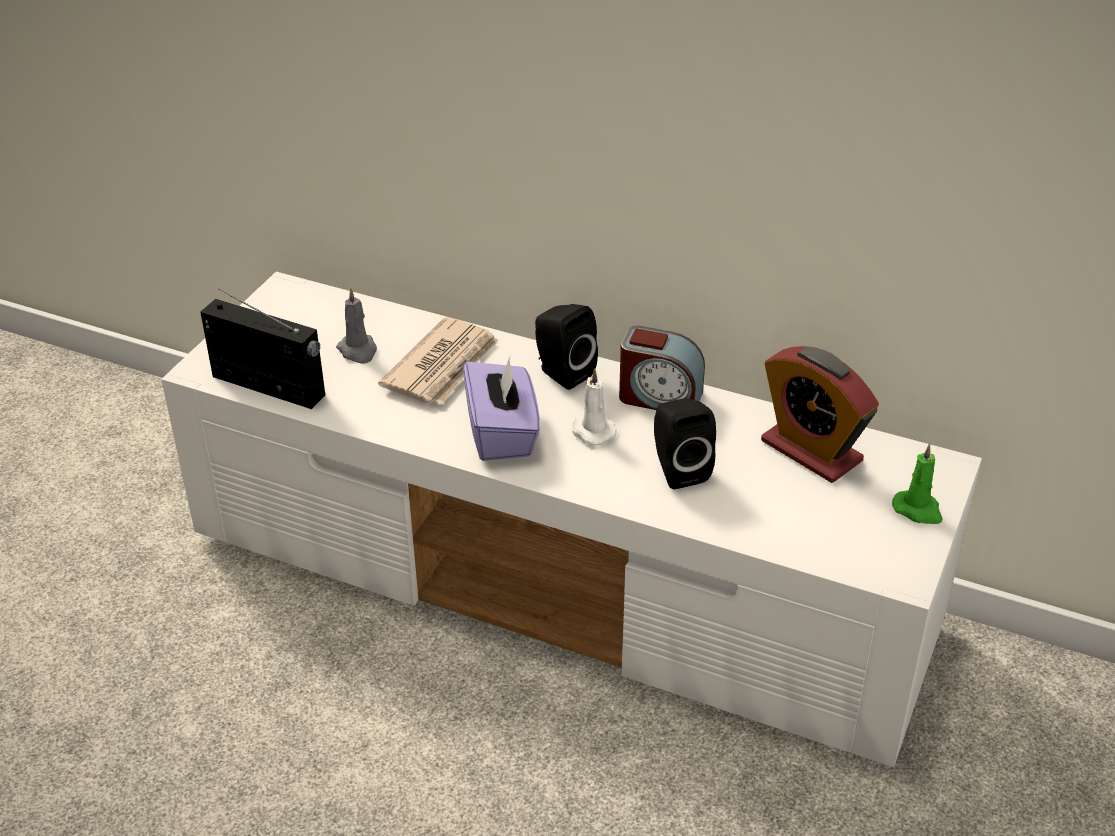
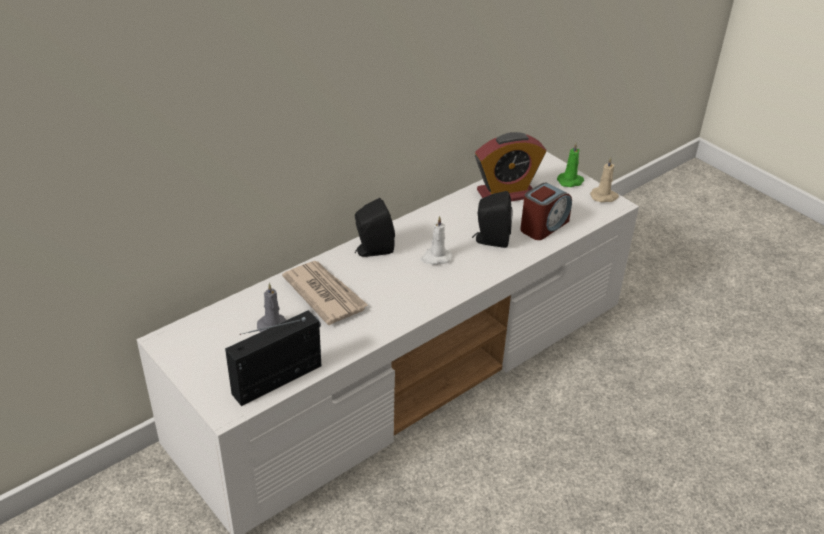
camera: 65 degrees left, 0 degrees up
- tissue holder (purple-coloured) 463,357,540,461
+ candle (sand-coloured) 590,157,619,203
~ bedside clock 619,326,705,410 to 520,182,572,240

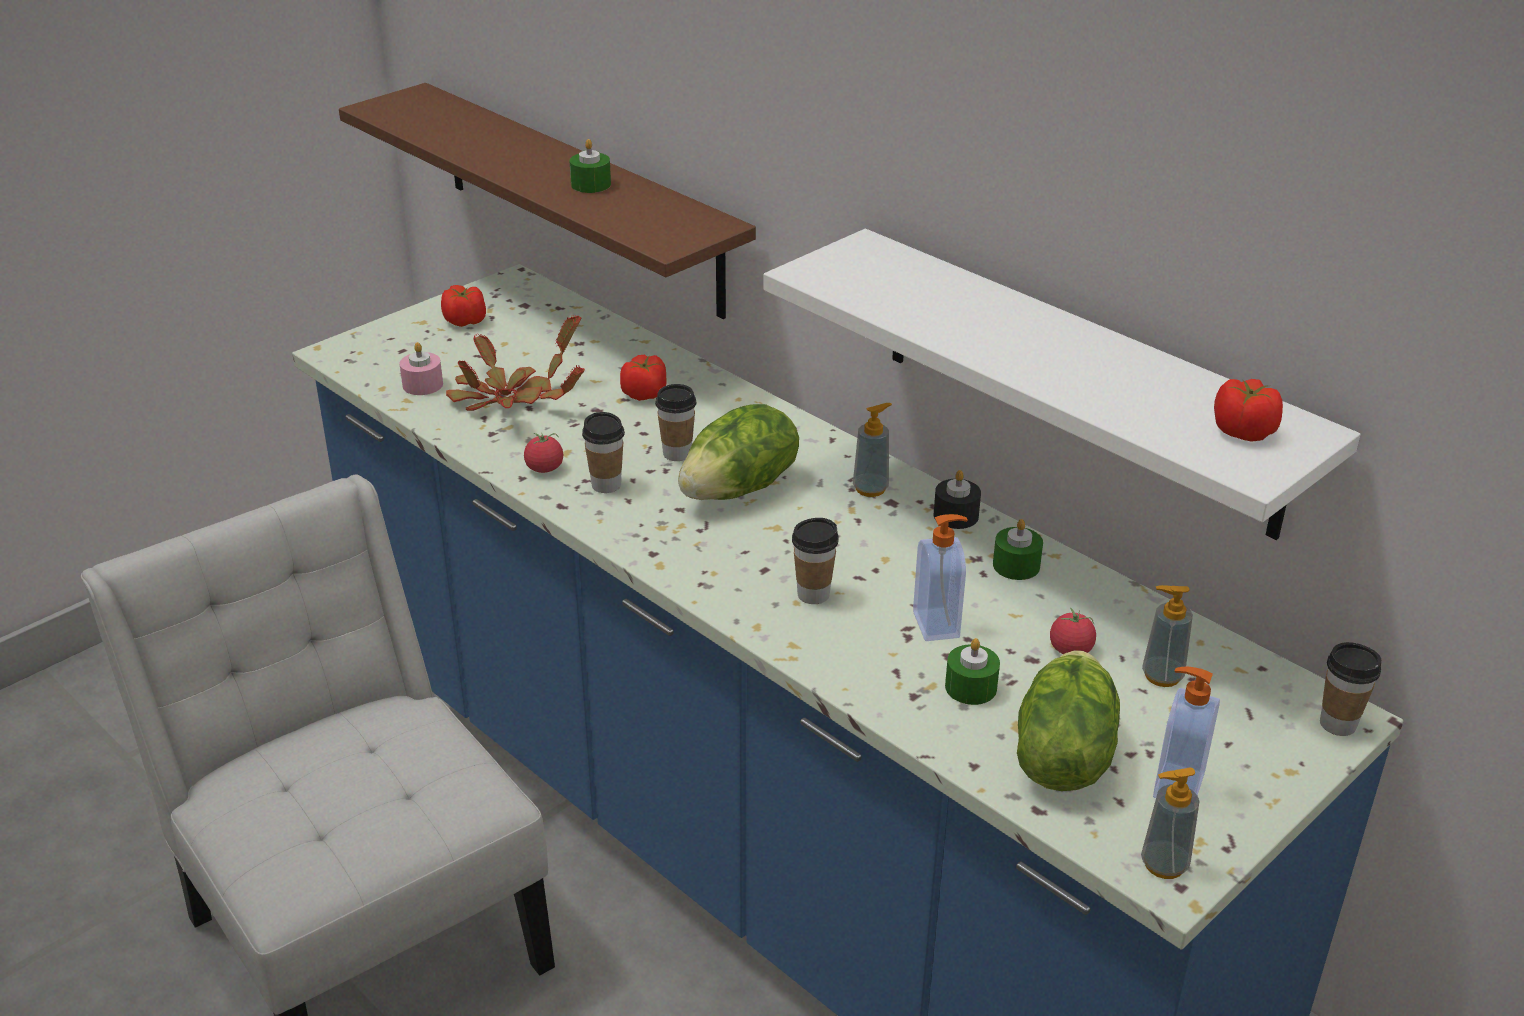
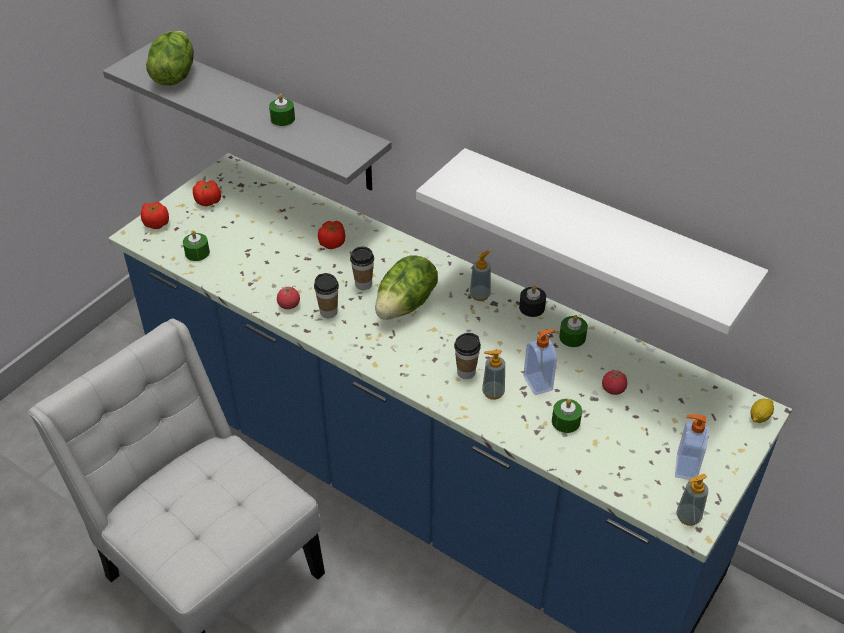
camera: 10 degrees left, 10 degrees up
- potted plant 446,315,585,411
~ lettuce 1017,650,1120,791 to 146,31,194,86
~ soap bottle 1142,585,1193,687 to 482,350,505,400
~ whole tomato 1214,379,1283,441 to 141,202,169,229
~ drinking cup 1320,642,1381,736 to whole lemon 750,399,774,423
~ shelf (brown) 339,83,756,319 to shelf (gray) 103,43,391,190
~ candle (pink-coloured) 400,342,443,395 to candle (green-coloured) 183,230,210,261

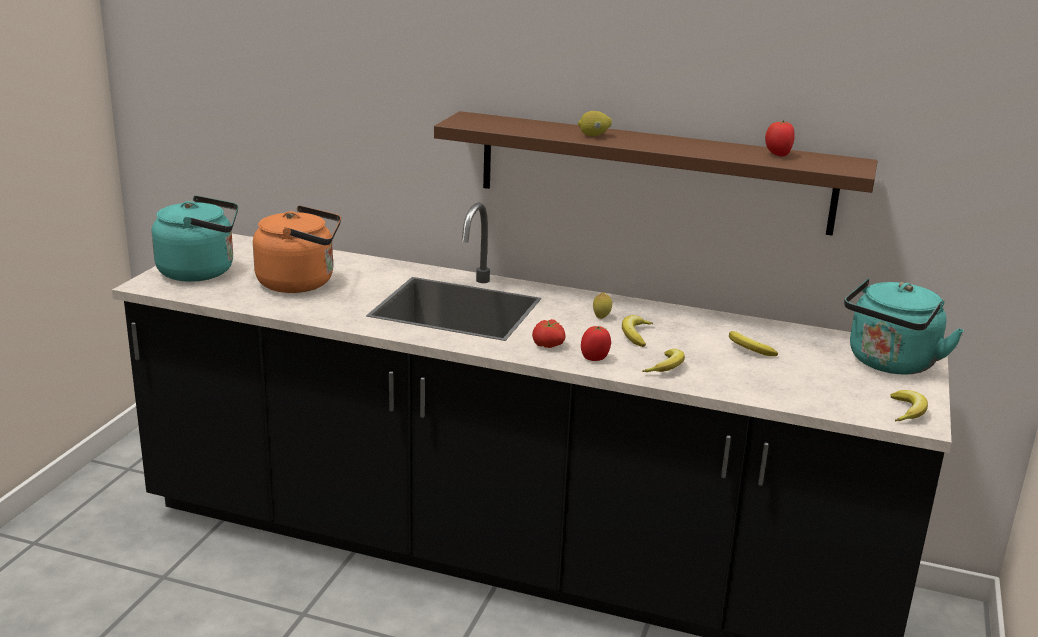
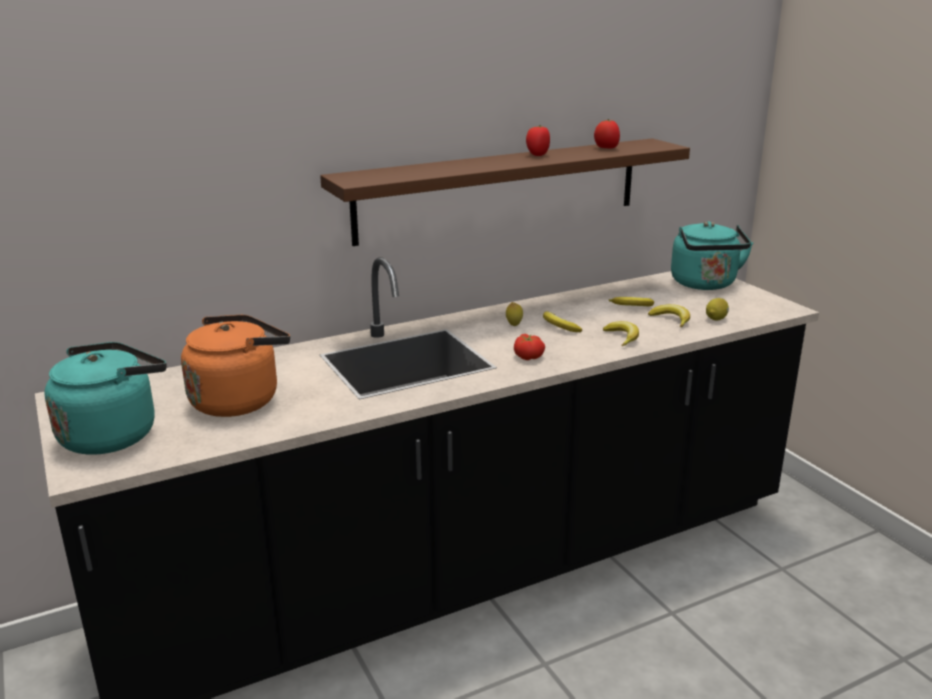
camera: 45 degrees left, 0 degrees up
~ whole lemon 578,111,612,136 to 706,298,729,320
~ whole tomato 581,326,611,361 to 526,125,550,156
~ banana 890,390,928,421 to 648,304,690,327

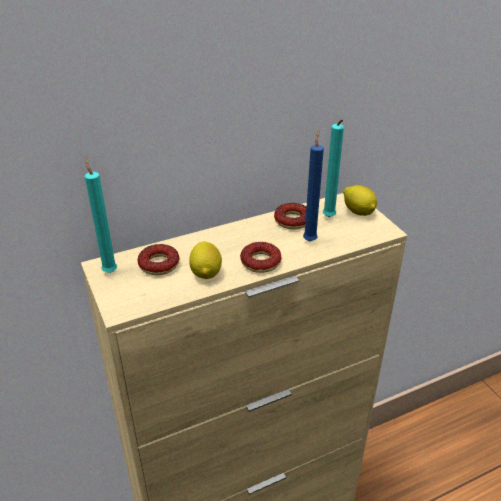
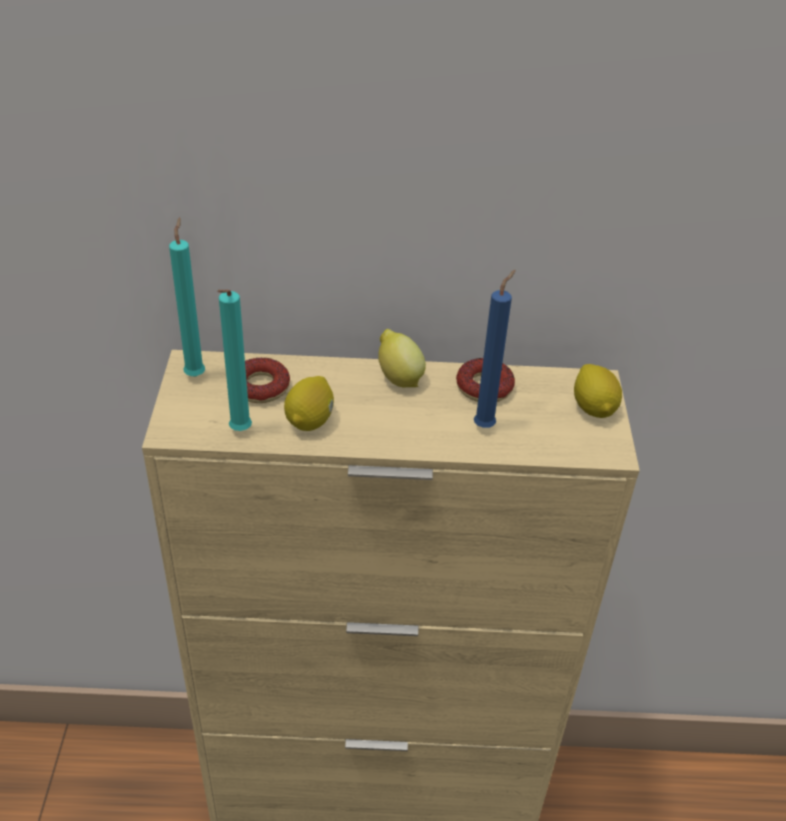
camera: 25 degrees right, 5 degrees up
- doughnut 240,242,281,273
+ whole lemon 378,329,426,388
~ candle (turquoise-coloured) 323,120,344,217 to 217,290,252,431

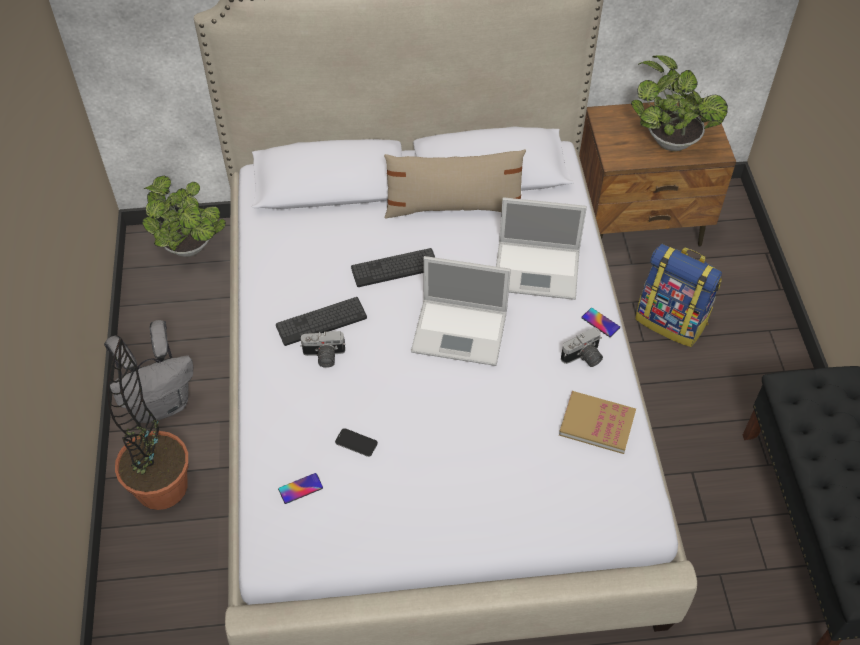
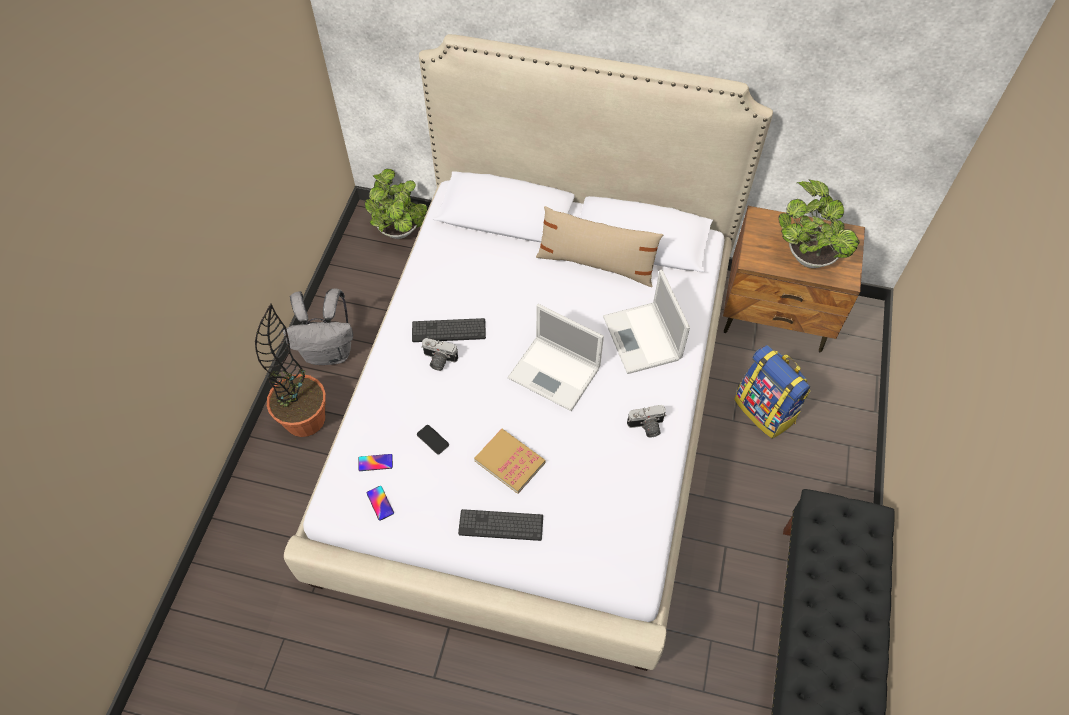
camera: 20 degrees right, 5 degrees up
~ computer keyboard 351,248,435,287 to 458,509,543,541
~ book 559,391,636,454 to 474,429,546,494
~ telephone 581,308,620,337 to 366,486,394,521
~ laptop 496,197,587,300 = 603,270,690,374 45 degrees clockwise

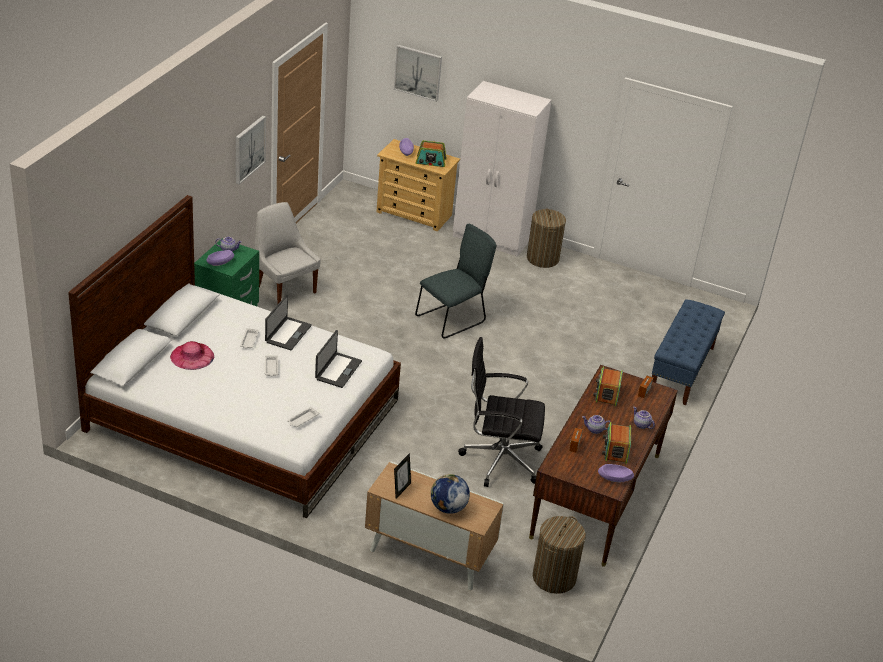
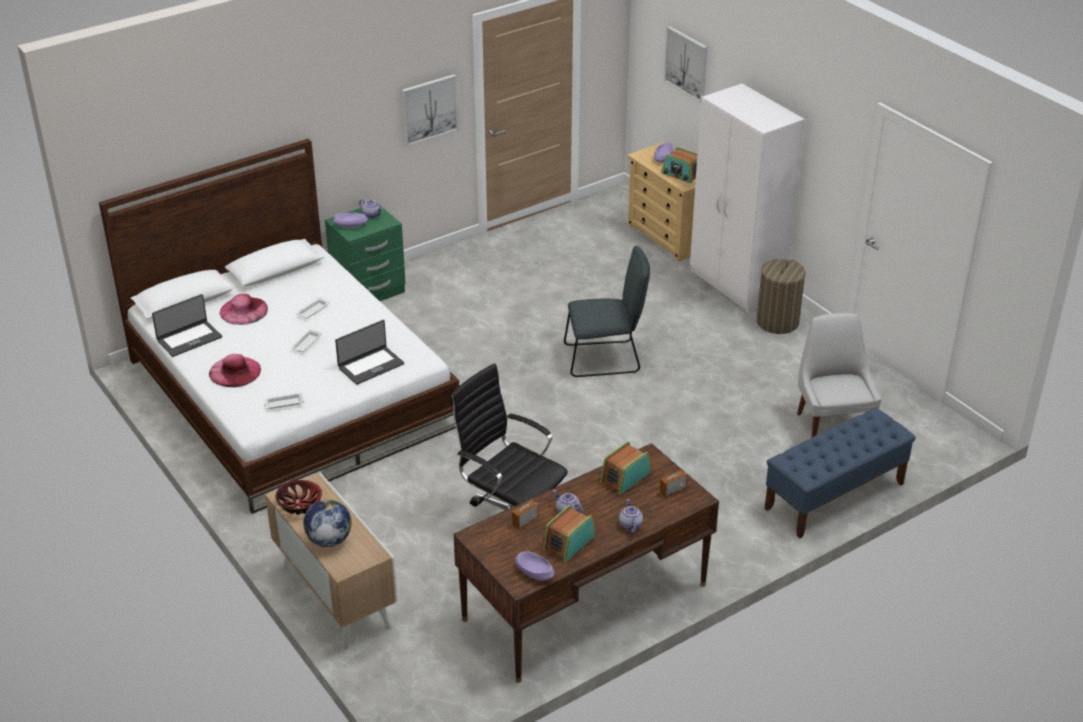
camera: 35 degrees right, 0 degrees up
- laundry basket 533,516,586,594
+ wearable hat (pink-coloured) 209,354,261,387
~ chair (white-coloured) 255,202,321,304 to 797,313,882,438
~ laptop 265,295,312,350 to 152,294,222,357
~ photo frame 394,453,411,498 to bowl 276,480,322,515

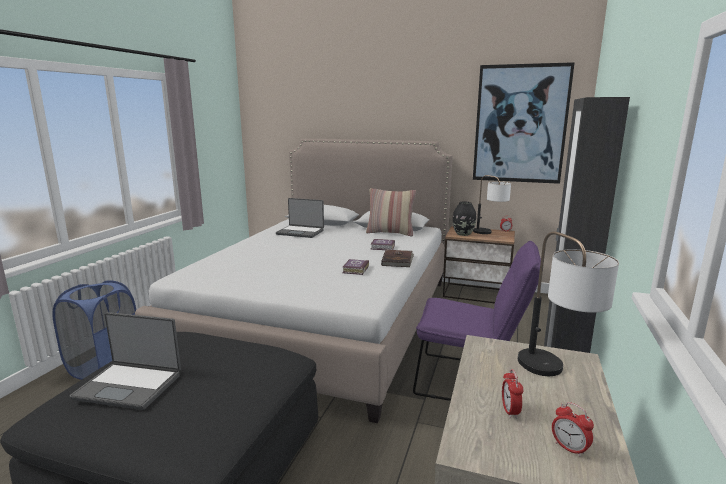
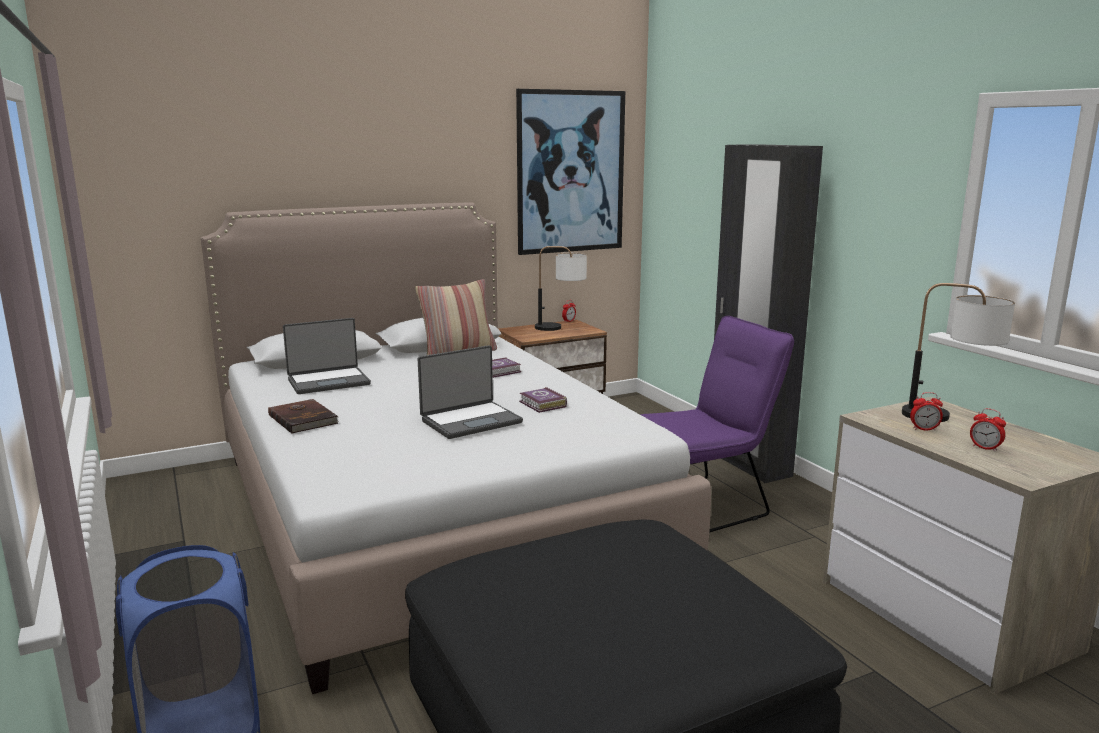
camera: 45 degrees left, 0 degrees up
- vase (black) 453,201,476,236
~ laptop 69,312,181,410 to 418,345,523,439
~ book (brown) 381,250,414,267 to 268,399,339,434
~ bedside clock 552,402,594,457 to 910,392,943,431

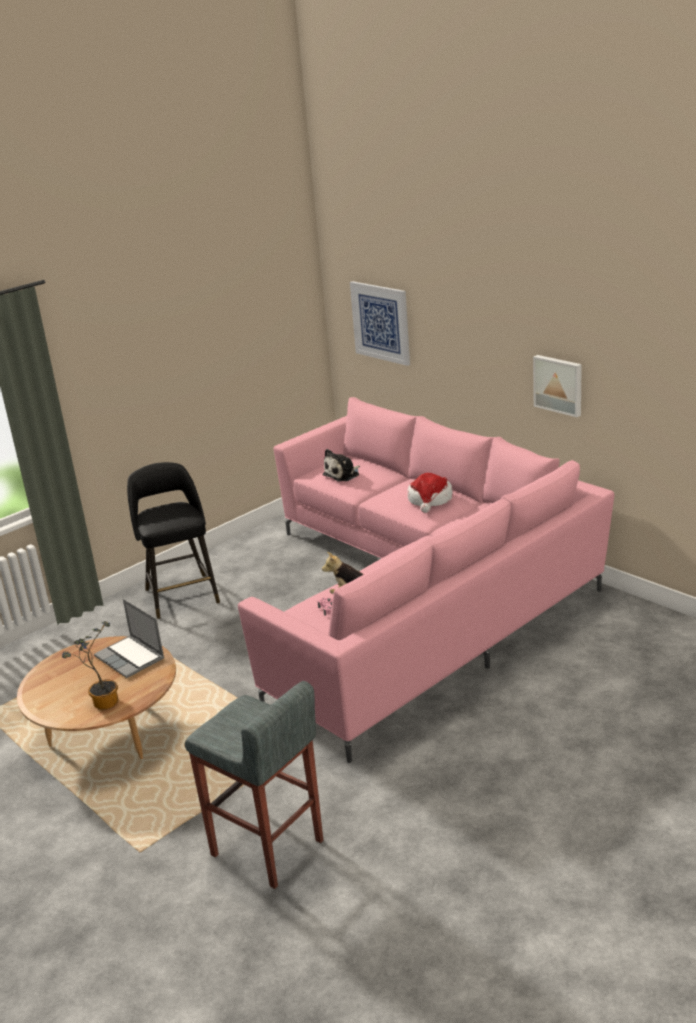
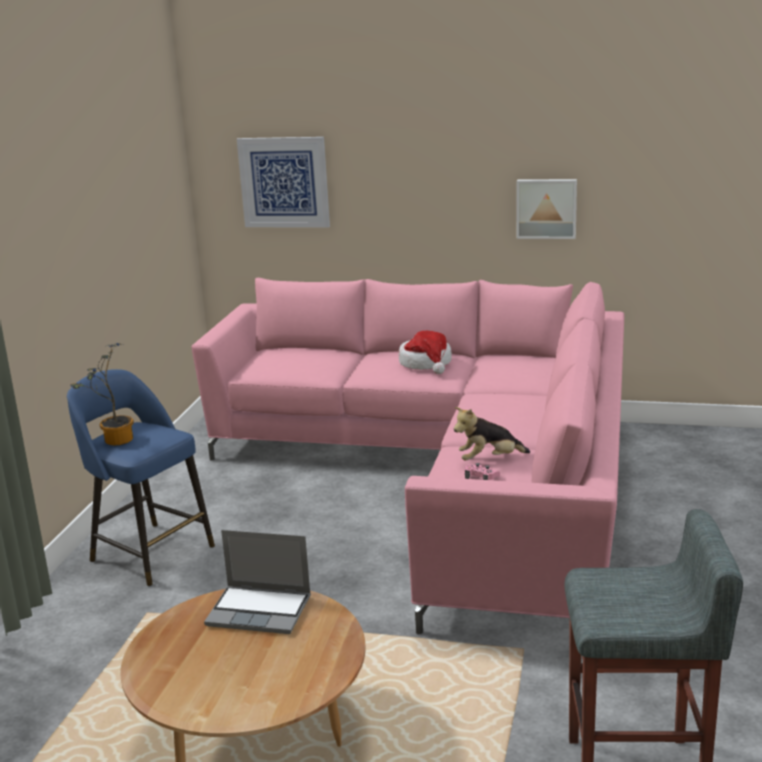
camera: 35 degrees left, 5 degrees down
- cuddly toy 323,449,360,482
~ potted plant 62,621,118,709 to 71,343,134,445
~ stool seat (black) 127,462,220,619 to stool seat (blue) 67,369,215,586

